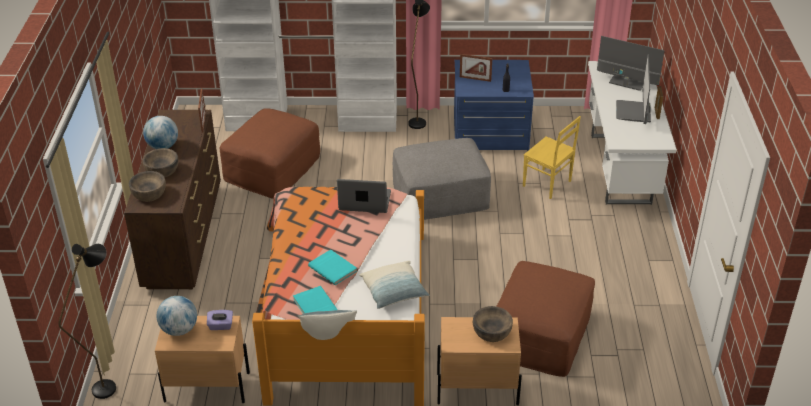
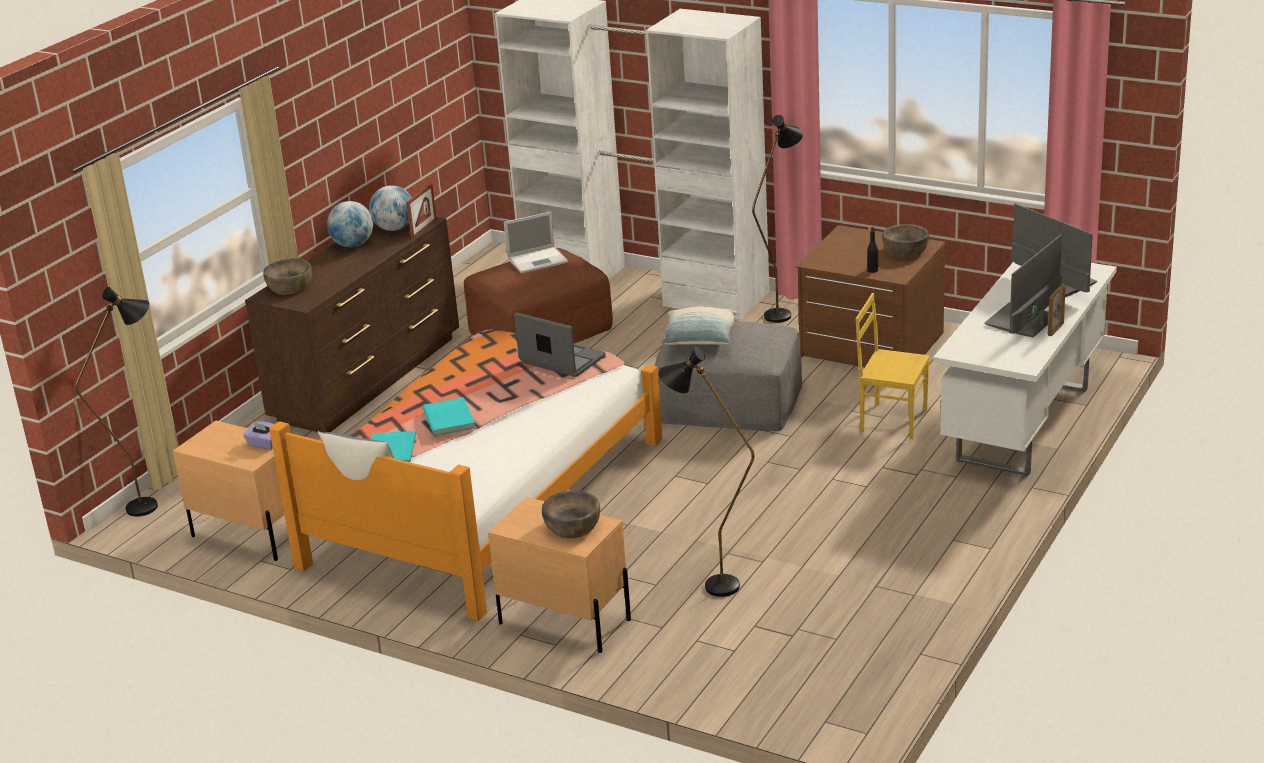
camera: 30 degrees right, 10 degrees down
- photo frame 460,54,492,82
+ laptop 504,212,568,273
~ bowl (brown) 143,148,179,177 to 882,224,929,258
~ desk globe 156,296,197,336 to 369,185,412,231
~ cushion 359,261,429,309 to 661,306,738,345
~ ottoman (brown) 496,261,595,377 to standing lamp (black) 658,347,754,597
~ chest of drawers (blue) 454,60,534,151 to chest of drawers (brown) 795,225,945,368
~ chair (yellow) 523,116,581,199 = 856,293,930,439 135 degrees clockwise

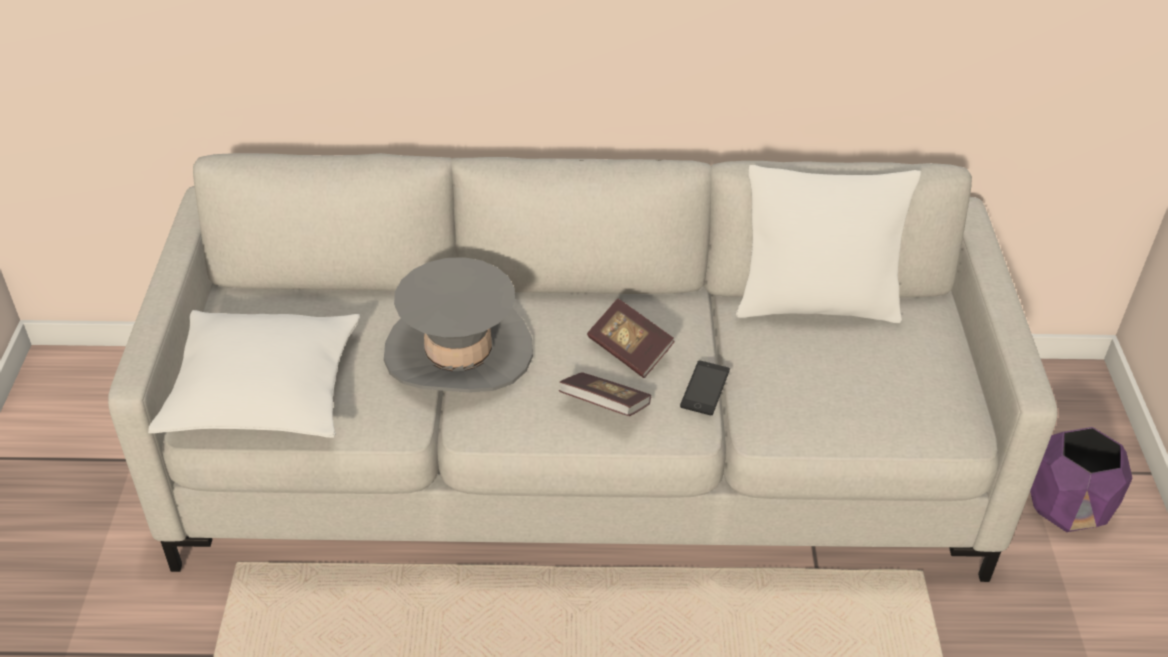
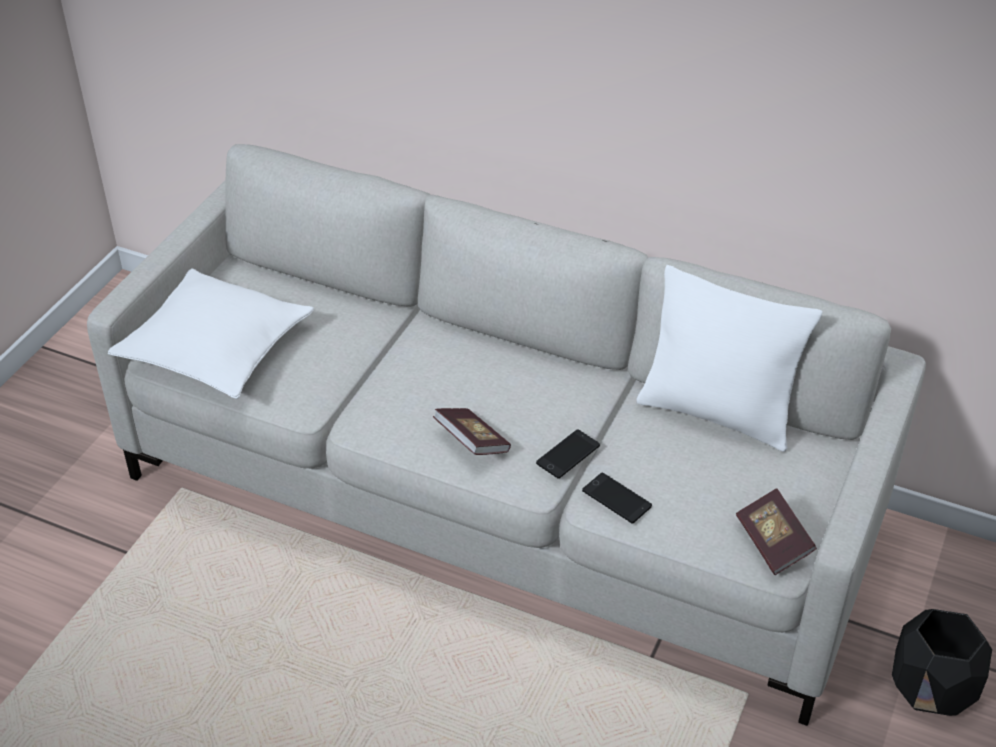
camera: 25 degrees right, 0 degrees up
- wearable hat (gray) 384,257,533,393
+ telephone 582,473,652,524
~ book 587,299,675,378 to 736,488,817,575
~ plant pot (purple-coloured) 1030,427,1133,532 to plant pot (black) 892,609,992,716

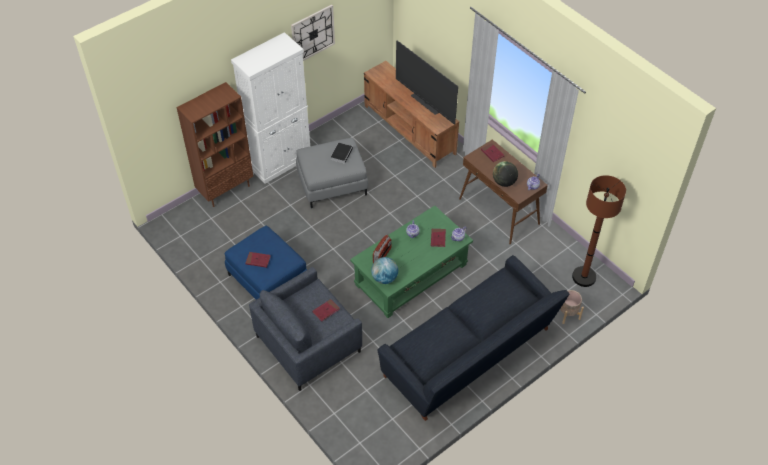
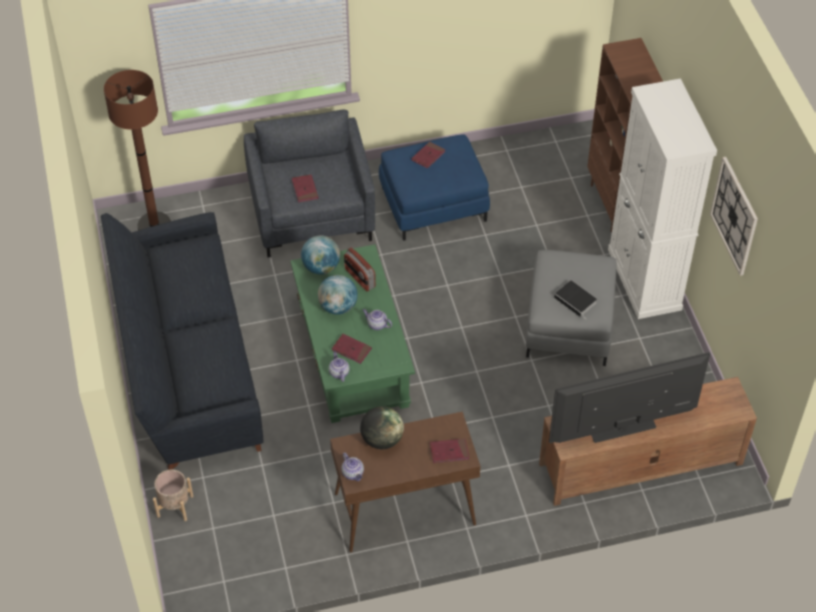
camera: 115 degrees right, 0 degrees up
+ desk globe 318,275,358,315
~ standing lamp (brown) 572,175,626,287 to 104,70,171,231

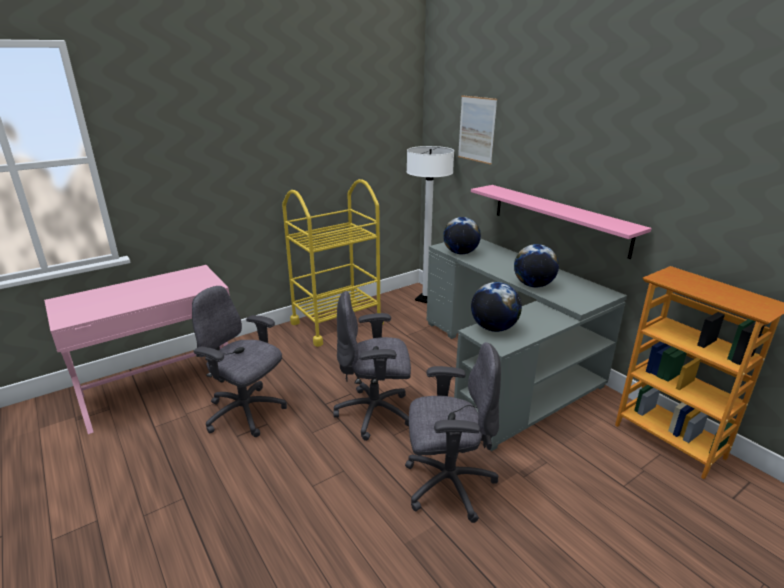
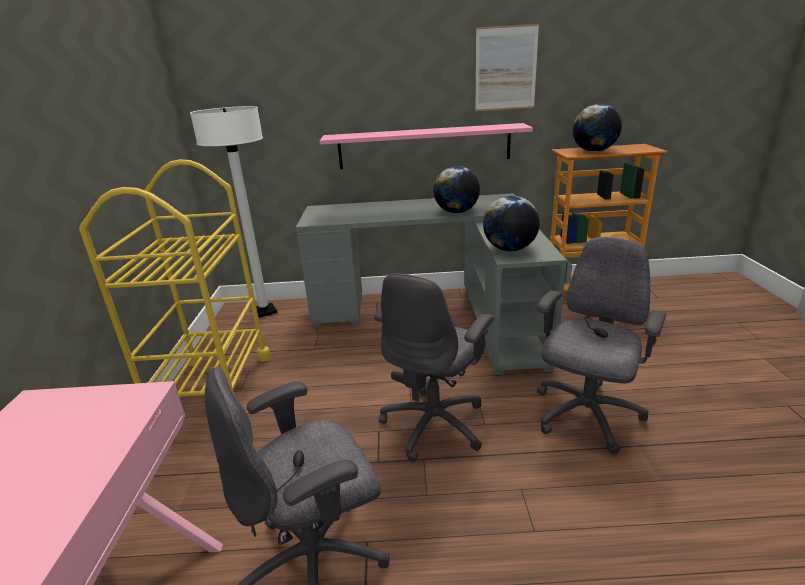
camera: 55 degrees left, 0 degrees up
~ desk globe 443,217,481,254 to 573,104,622,152
~ picture 458,95,497,165 to 475,24,539,111

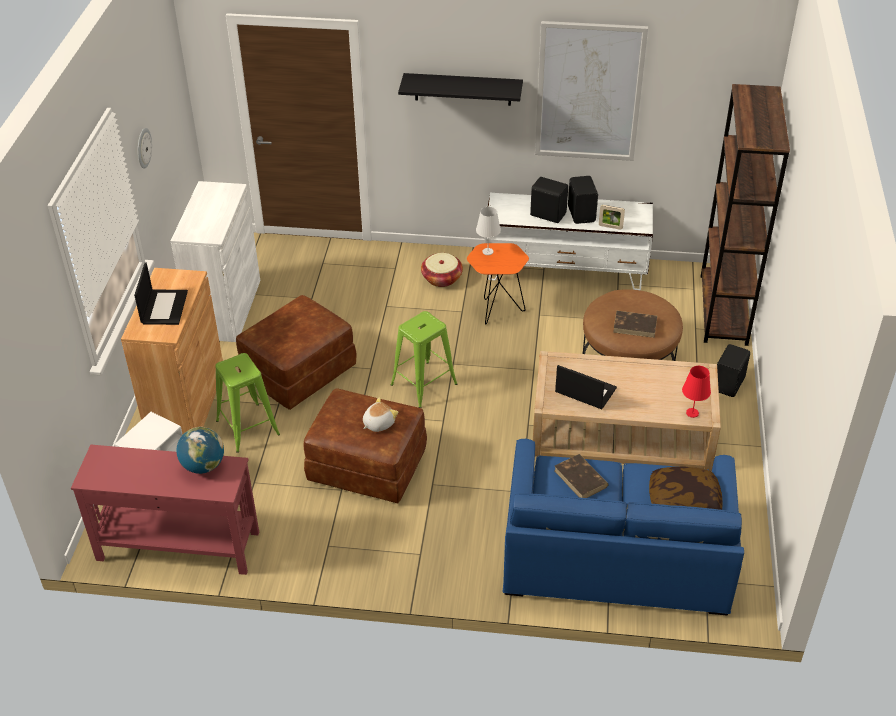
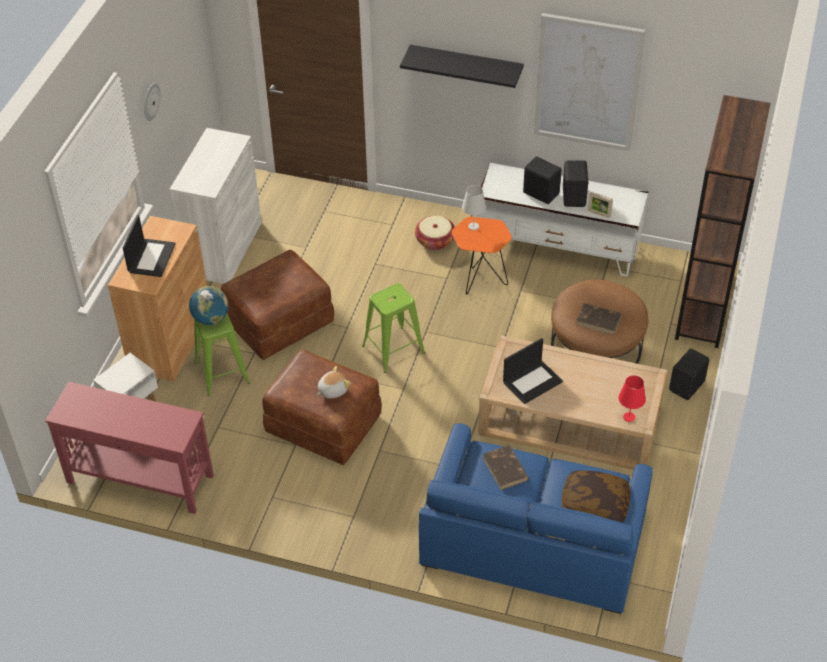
camera: 10 degrees right, 5 degrees up
~ desk globe 176,427,224,474 to 189,286,228,325
~ laptop 555,365,617,409 = 503,338,563,404 105 degrees clockwise

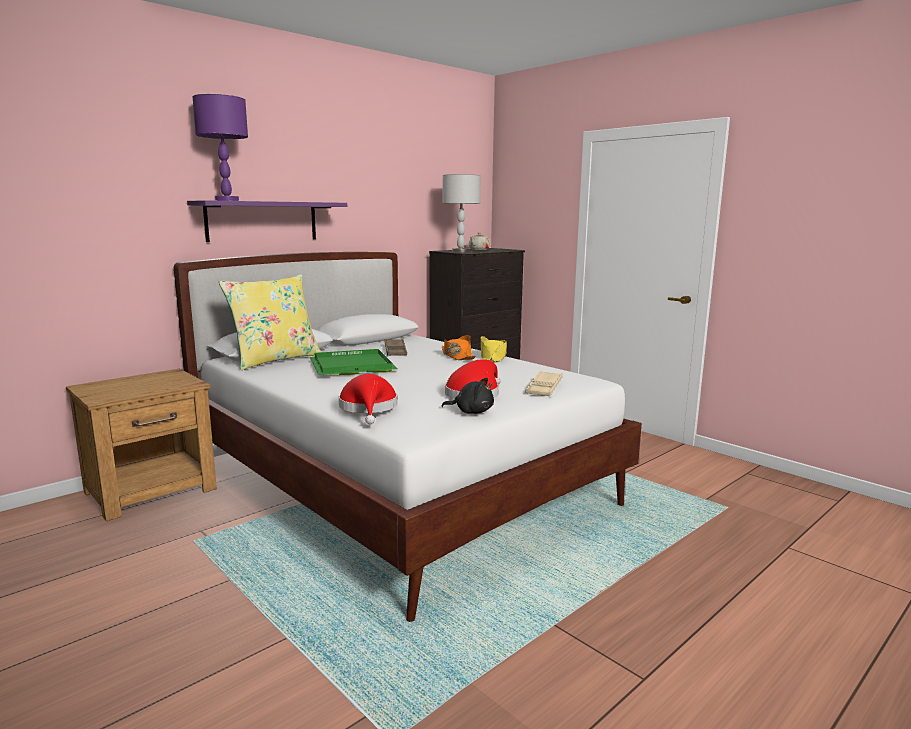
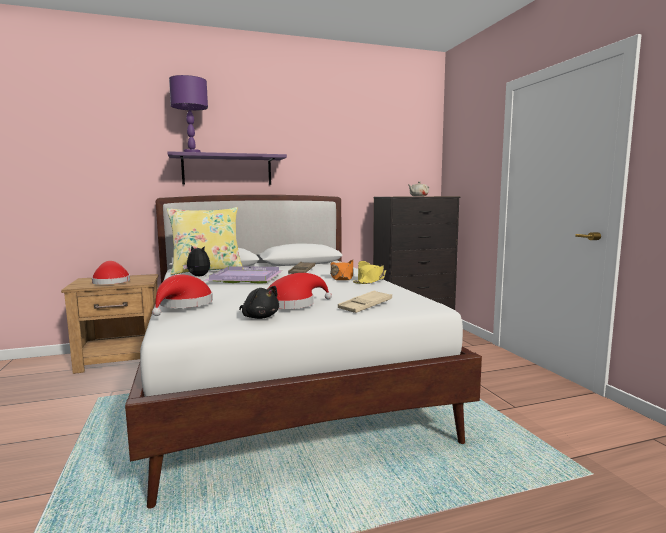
camera: 25 degrees right, 5 degrees down
- tabletop lamp (gray) 442,174,481,253
+ wearable hat (red-coloured) 92,261,130,285
+ cuddly toy 183,246,210,276
~ carrying tray (green-coloured) 310,349,398,375 to carrying tray (purple-coloured) 205,266,283,284

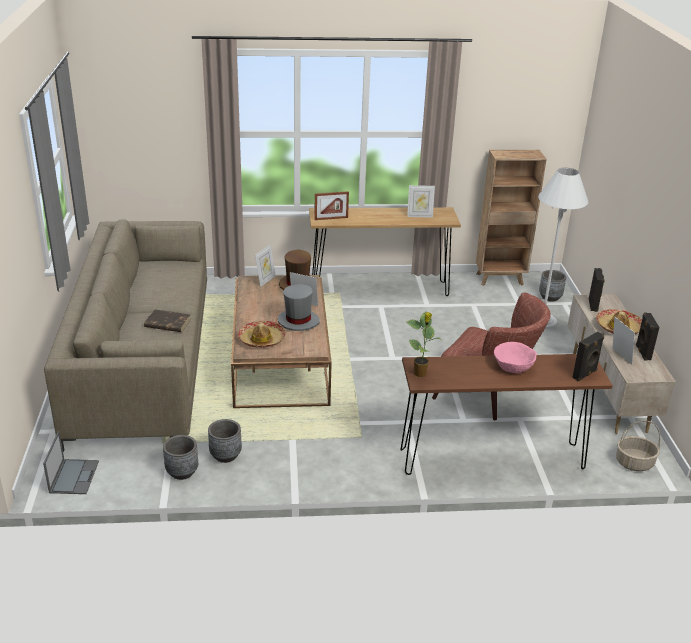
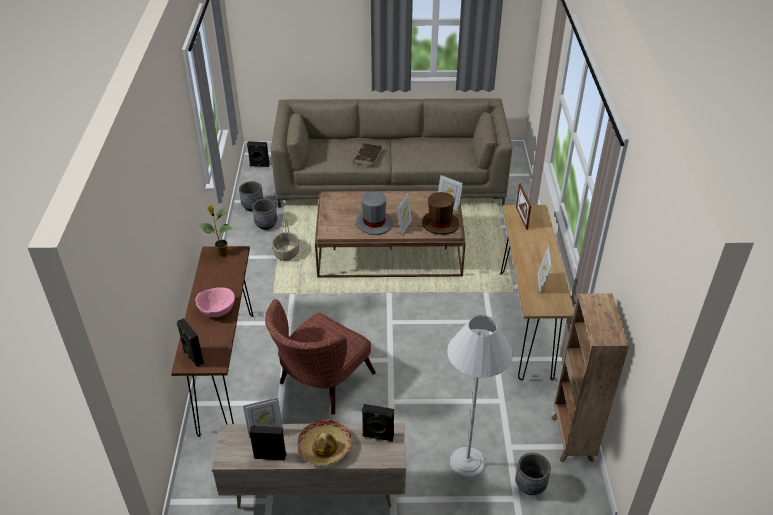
camera: 95 degrees right, 10 degrees up
- wearable hat 238,321,286,348
~ household basket 616,421,660,471 to 272,219,299,261
~ laptop 43,431,99,494 to speaker (black) 247,141,269,167

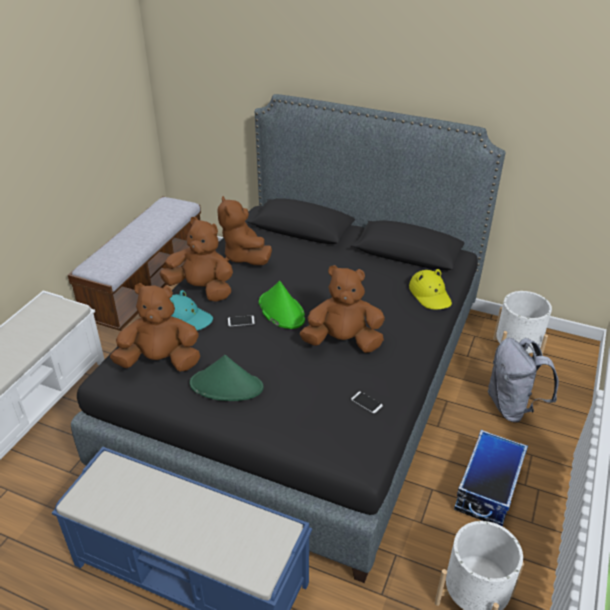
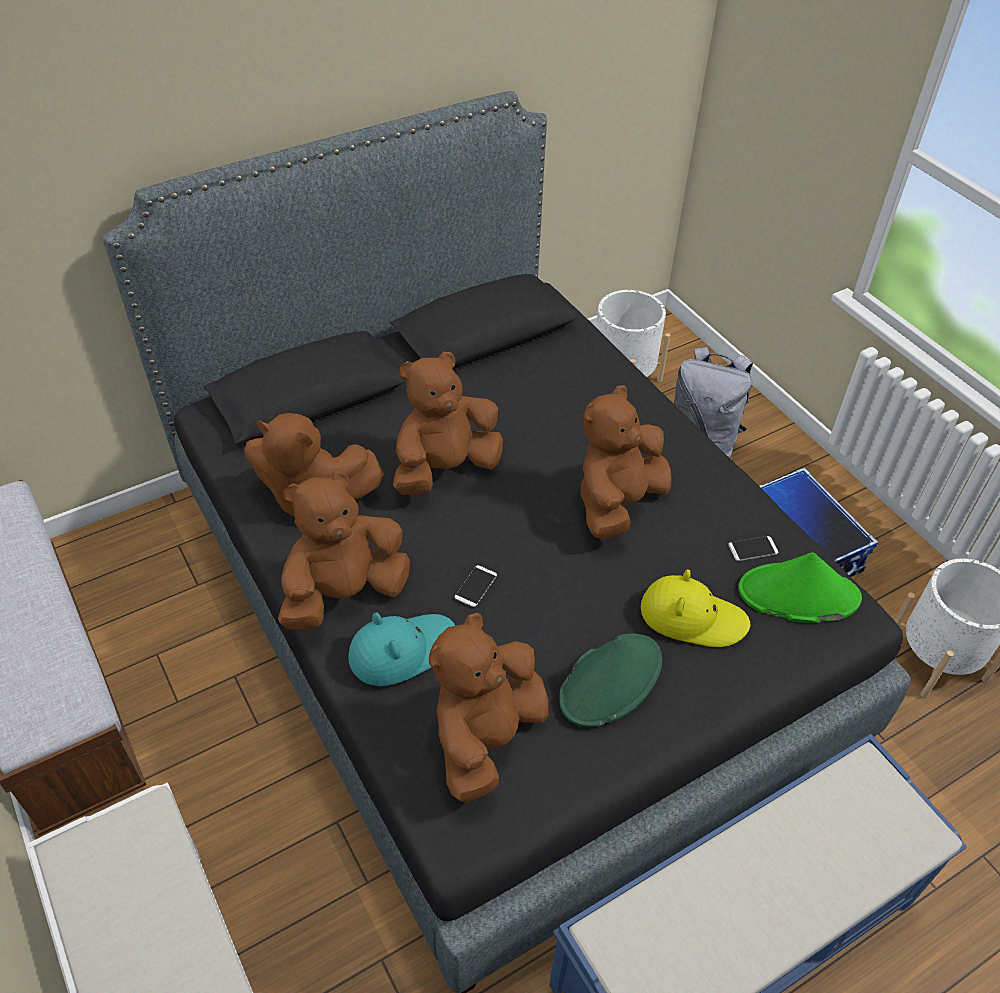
camera: 55 degrees left, 10 degrees up
+ cuddly toy (brown) 393,352,503,495
~ wearable hat (green-coloured) 259,281,305,329 to 738,552,862,623
~ wearable hat (yellow) 409,269,452,310 to 641,569,750,647

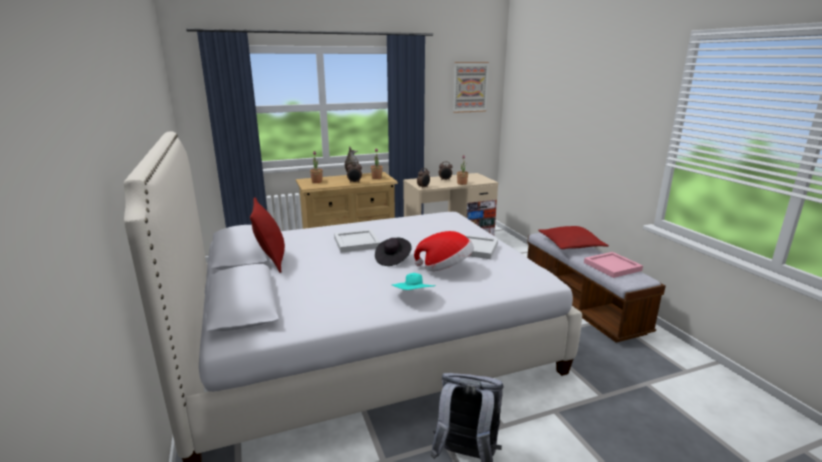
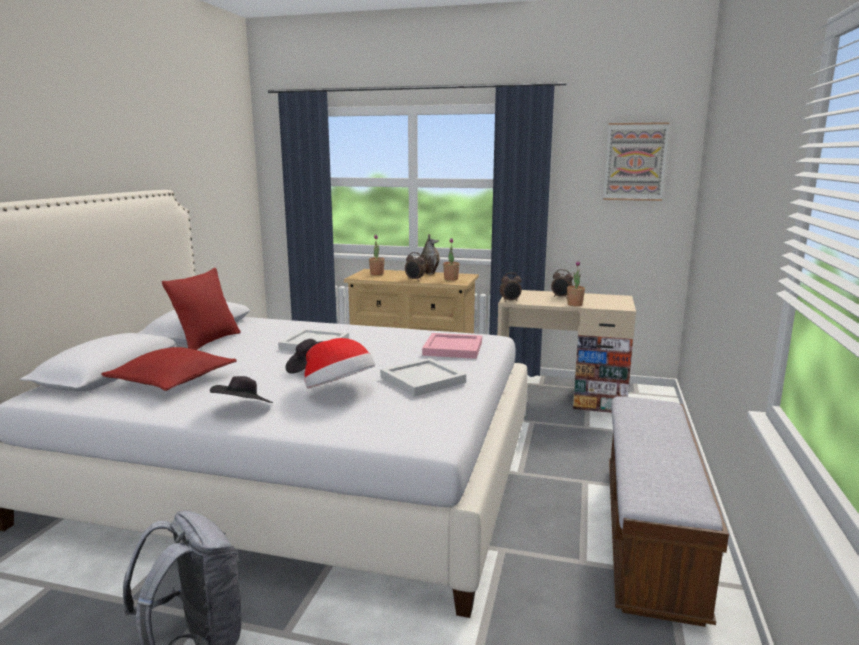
camera: 35 degrees right, 5 degrees down
~ cushion (red-coloured) 538,226,608,249 to 101,347,237,391
~ carrying tray (pink-coloured) 584,252,643,278 to 422,333,482,359
~ wearable hat (turquoise-coloured) 391,273,436,290 to wearable hat (black) 210,376,273,403

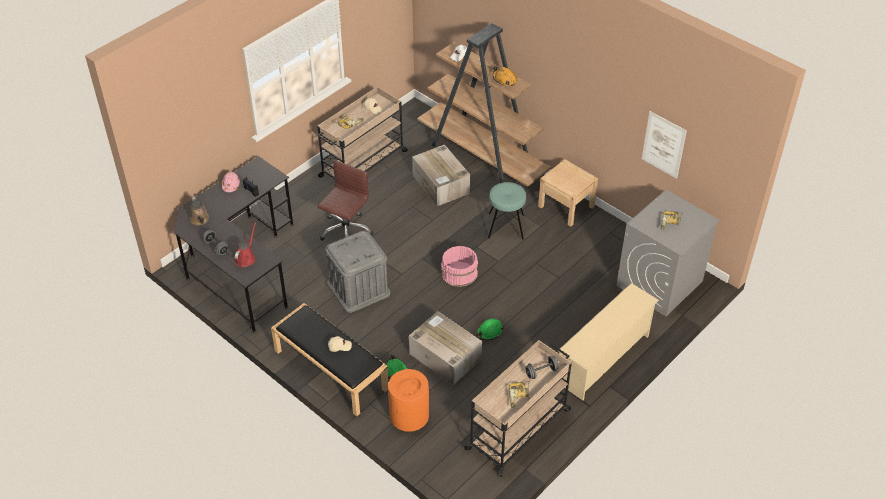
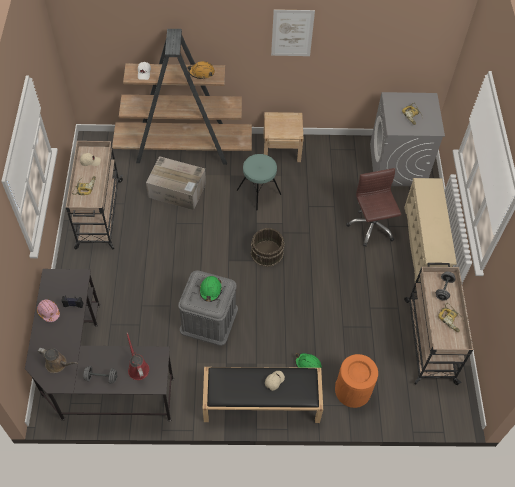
camera: 45 degrees left, 10 degrees up
- packing box 409,311,482,385
~ office chair (brown) 317,160,373,241 to 346,168,401,246
~ work helmet (green-coloured) 477,318,504,340 to 199,276,222,302
~ picture 642,111,687,179 to 271,9,315,56
~ pail (pink-coloured) 441,246,478,287 to pail (brown) 251,228,285,267

